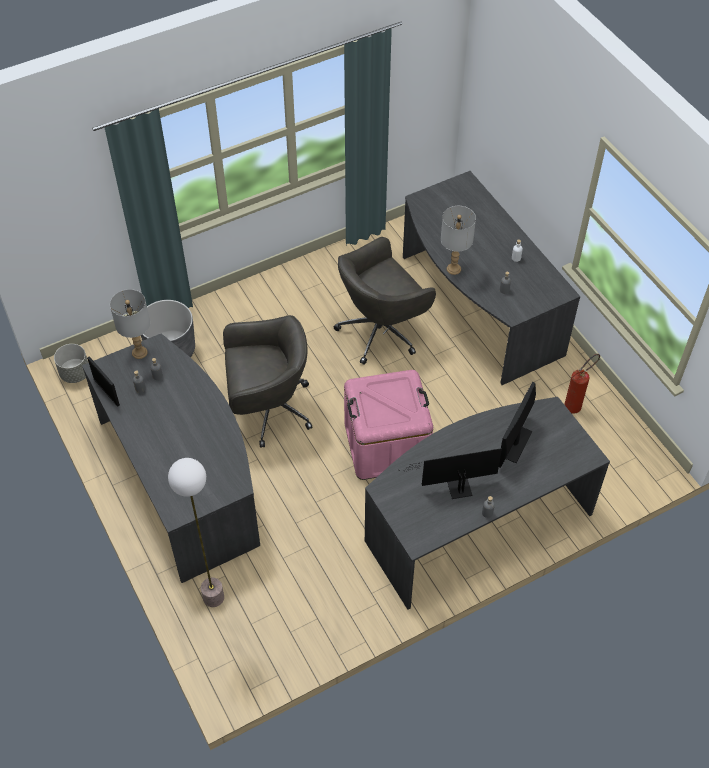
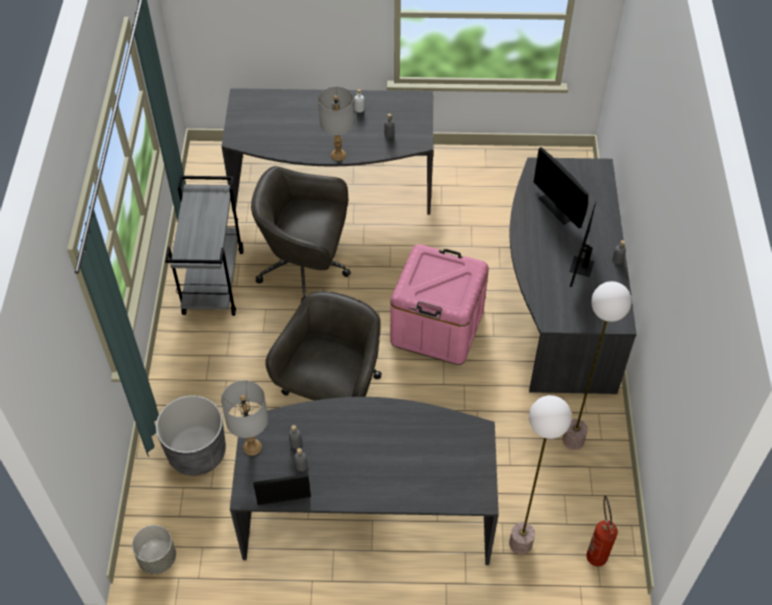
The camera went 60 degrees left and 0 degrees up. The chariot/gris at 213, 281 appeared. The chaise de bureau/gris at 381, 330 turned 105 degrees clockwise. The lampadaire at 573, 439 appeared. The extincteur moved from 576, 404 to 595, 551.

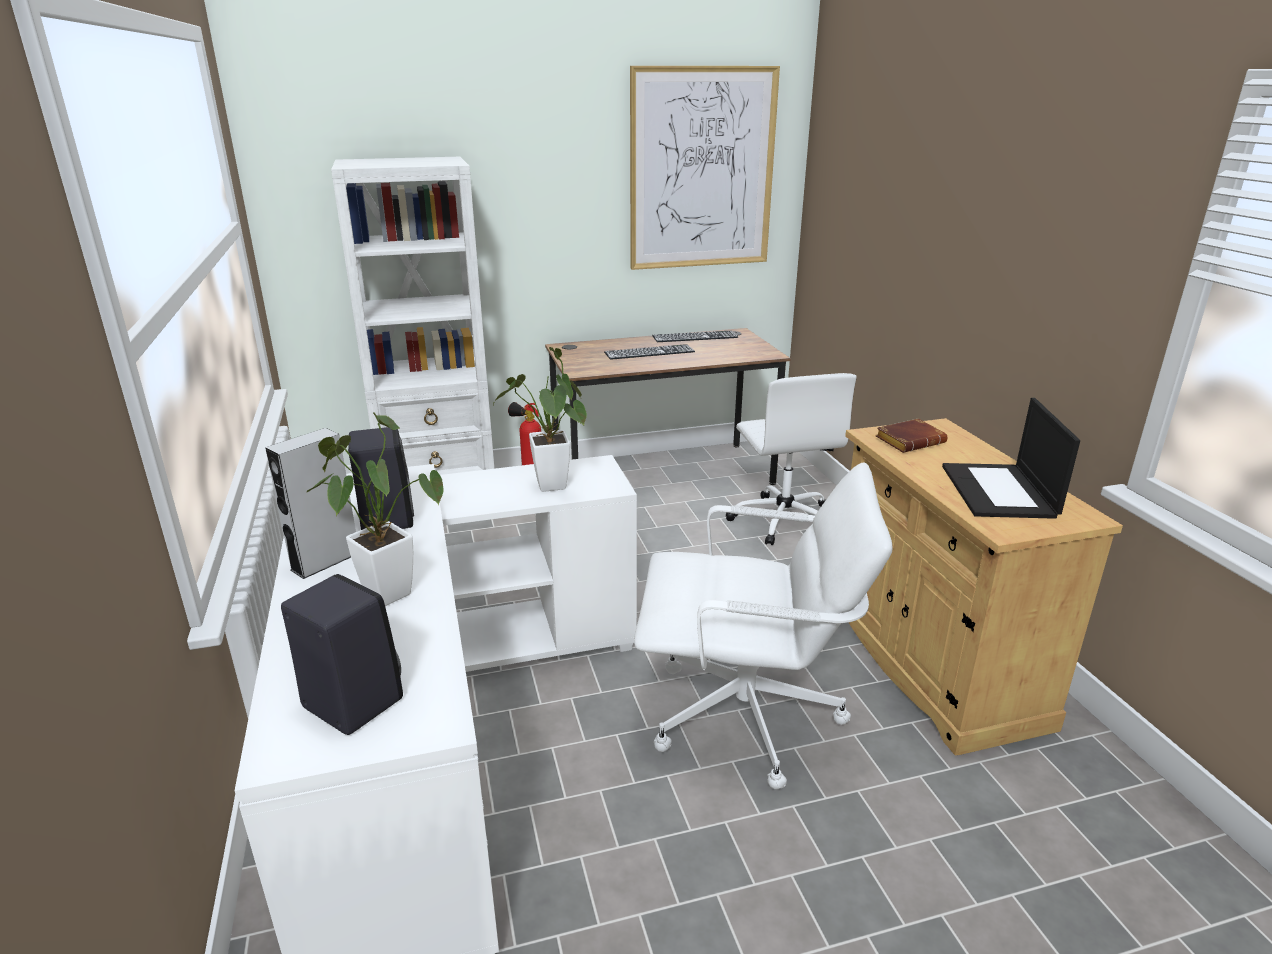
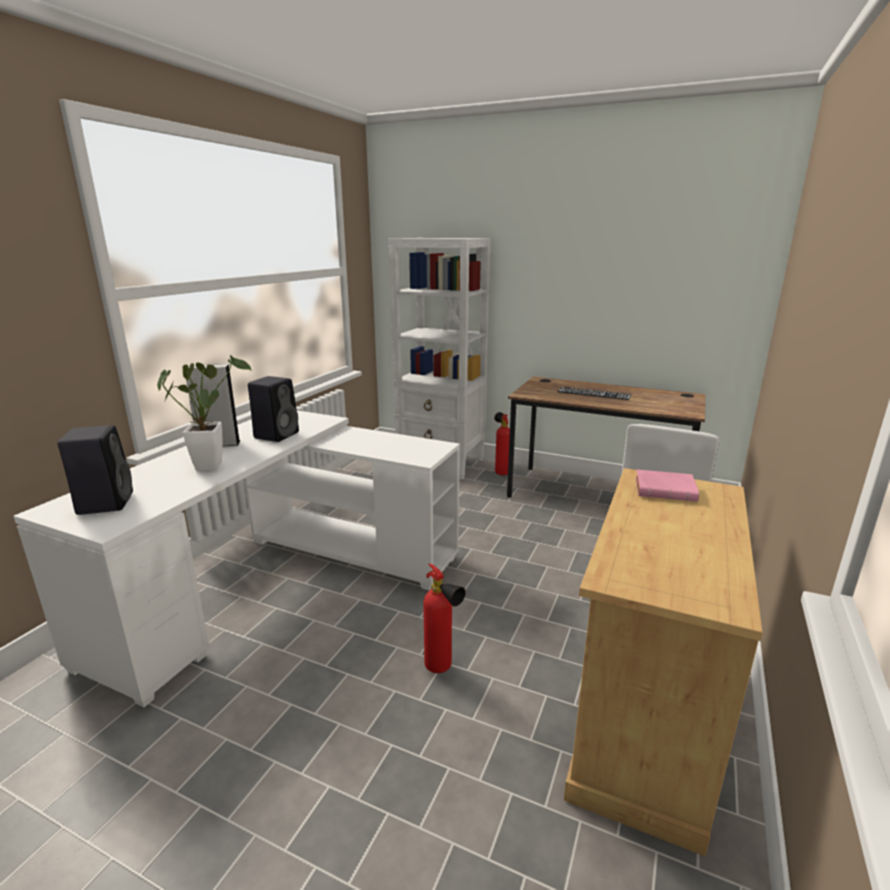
The camera went 40 degrees right and 5 degrees down. The chaise de bureau/blanc at 747, 717 was replaced by the extincteur at 442, 670. The livre/marron at 910, 440 became the livre/rose at 666, 491. The plante en pot at 552, 489 disappeared. The tableau at 702, 170 disappeared. The clavier at 695, 337 disappeared. The ordinateur portable at 1000, 492 disappeared.

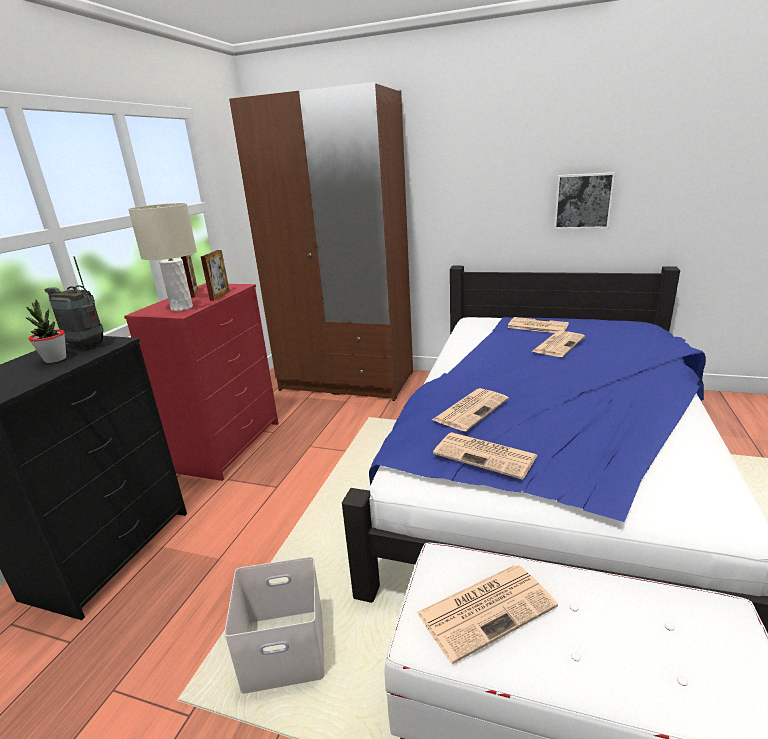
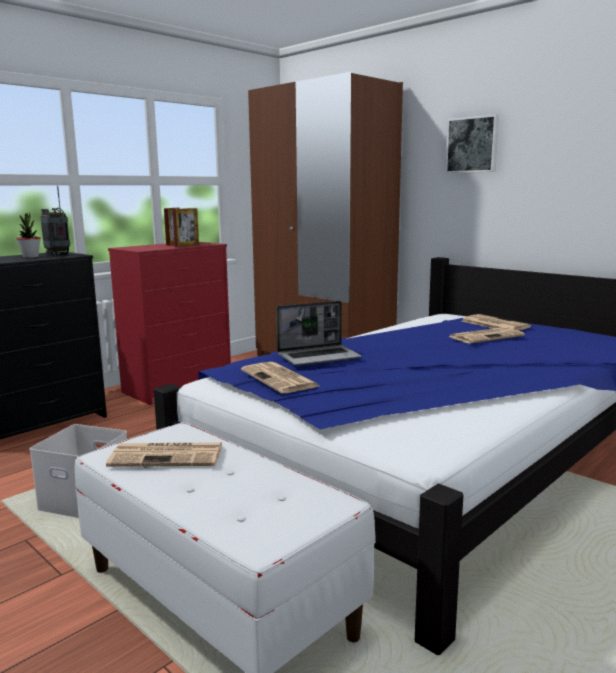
The camera went 25 degrees right and 10 degrees down. The journal at 471, 409 was replaced by the ordinateur portable at 319, 357. The tableau moved from 583, 201 to 472, 145. The lampe de table/beige at 181, 308 disappeared.

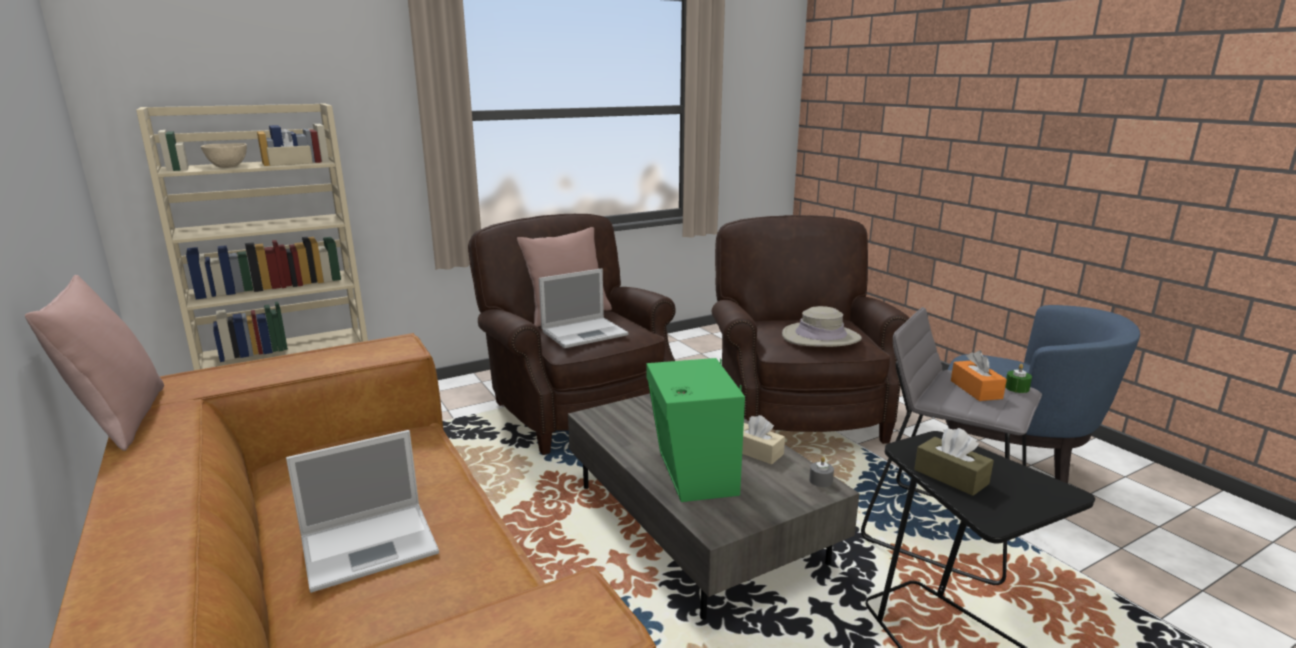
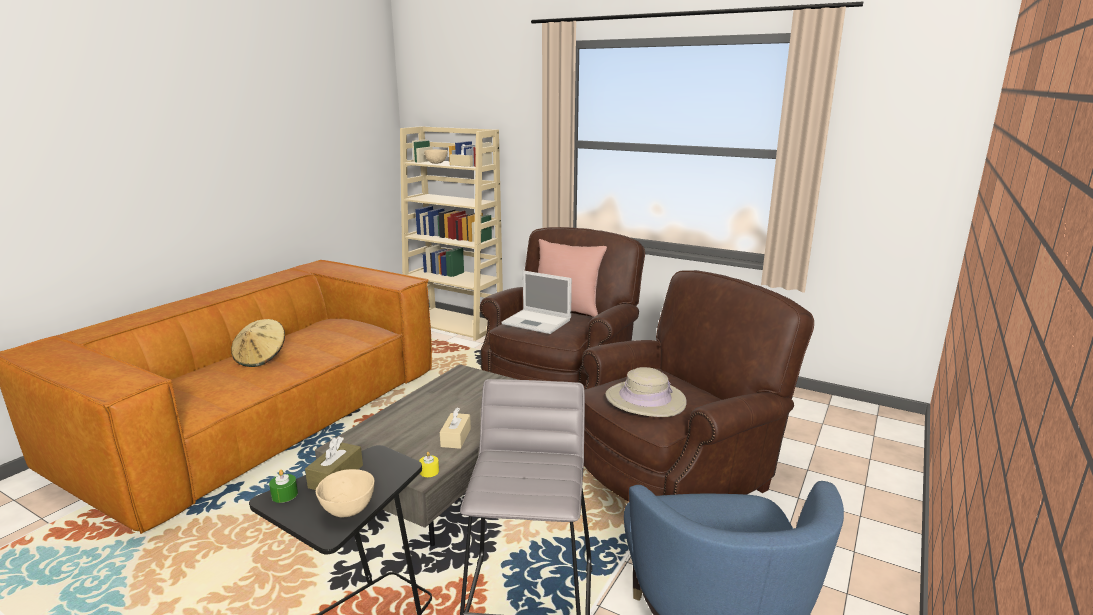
The camera went 60 degrees right and 0 degrees up. The ordinateur portable at 372, 544 was replaced by the chapeau/beige at 261, 358. The bougie/vert moved from 1017, 388 to 284, 495. The bol/beige at 348, 511 appeared. The bougie/gris at 820, 480 became the bougie/jaune at 429, 471. The coussin/rose at 120, 421 disappeared. The enceinte/vert at 693, 474 disappeared. The boîte à mouchoirs/orange at 976, 389 disappeared.

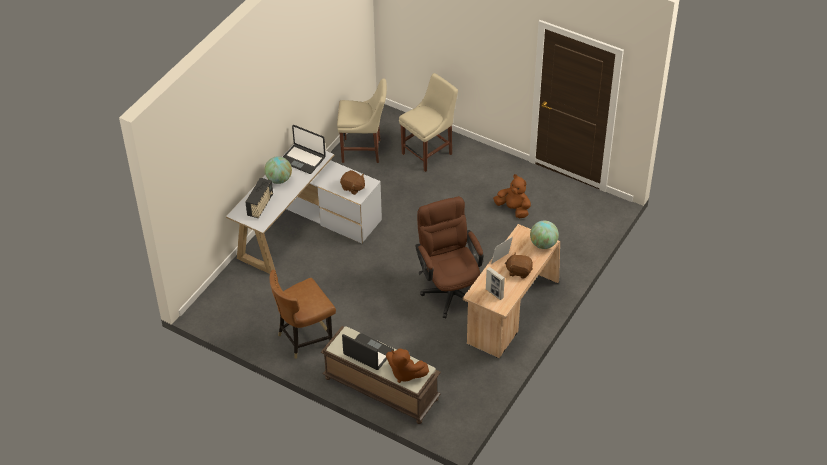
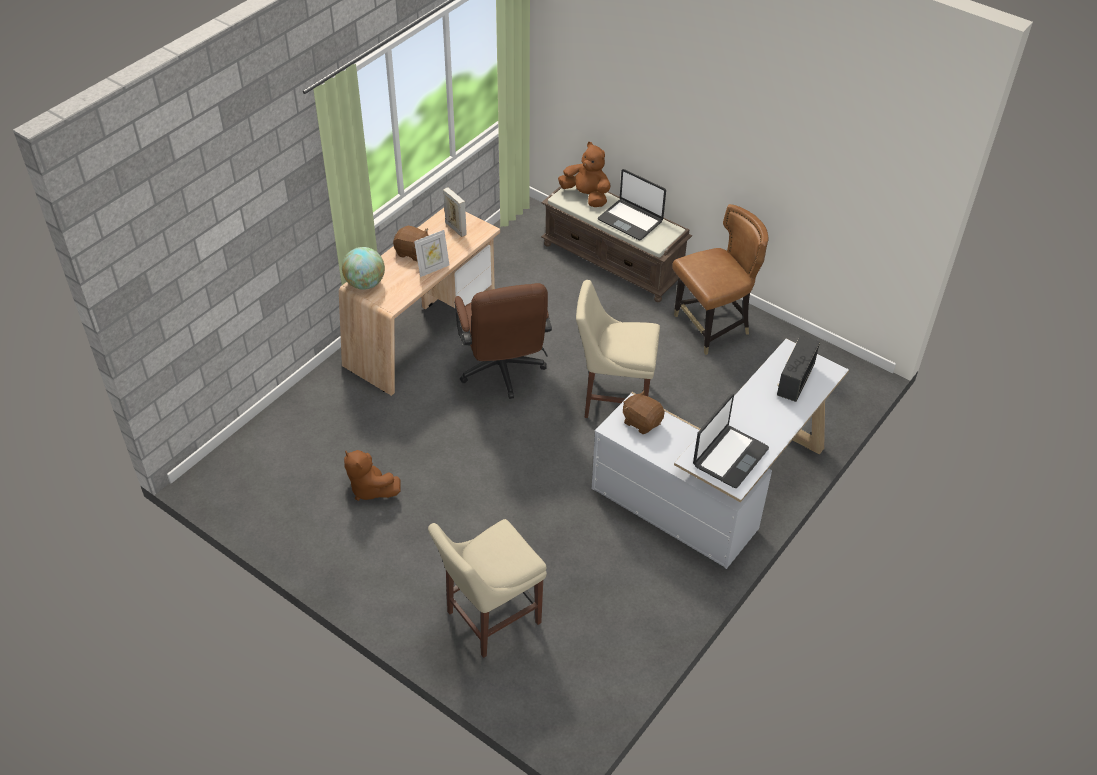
The camera went 175 degrees left and 0 degrees up. The chaise/beige moved from 363, 151 to 613, 399. The ordinateur portable at 303, 159 turned 90 degrees clockwise. The globe at 279, 179 disappeared.

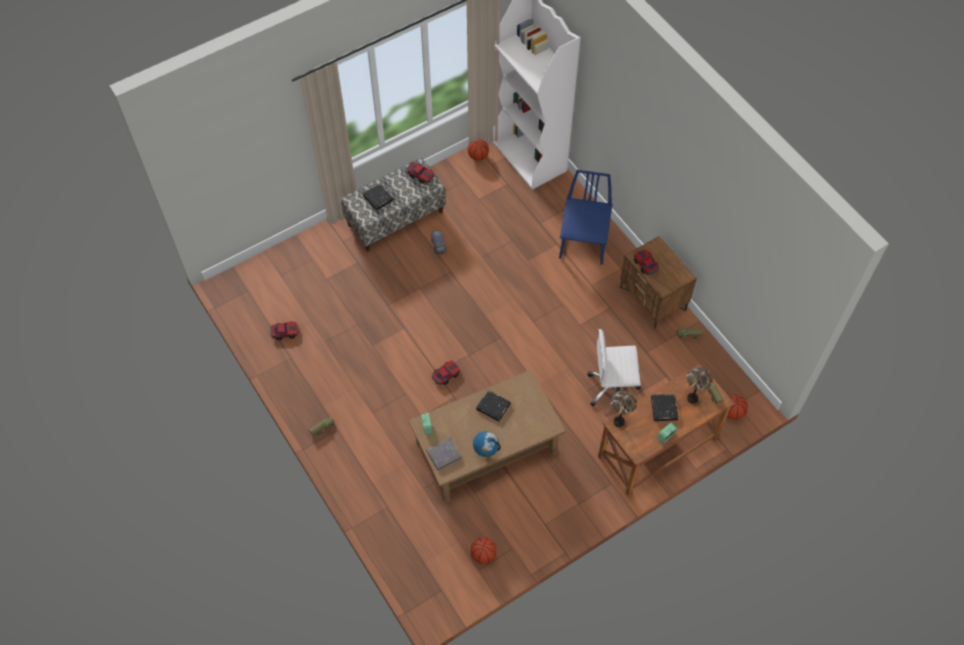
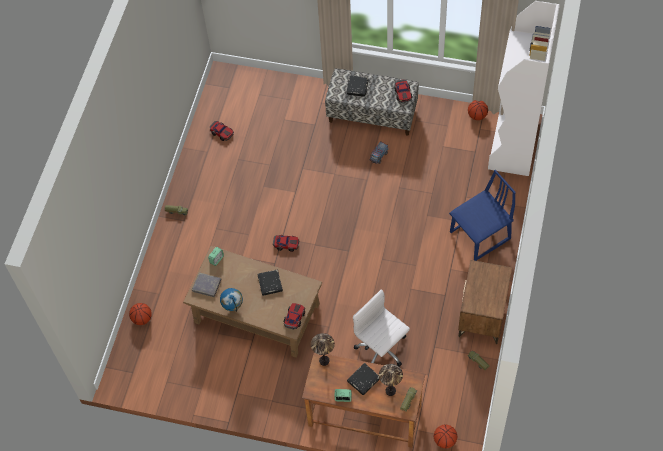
The camera went 50 degrees right and 0 degrees up. The ballon de basket moved from 483, 555 to 142, 319. The petite voiture moved from 645, 264 to 294, 318.

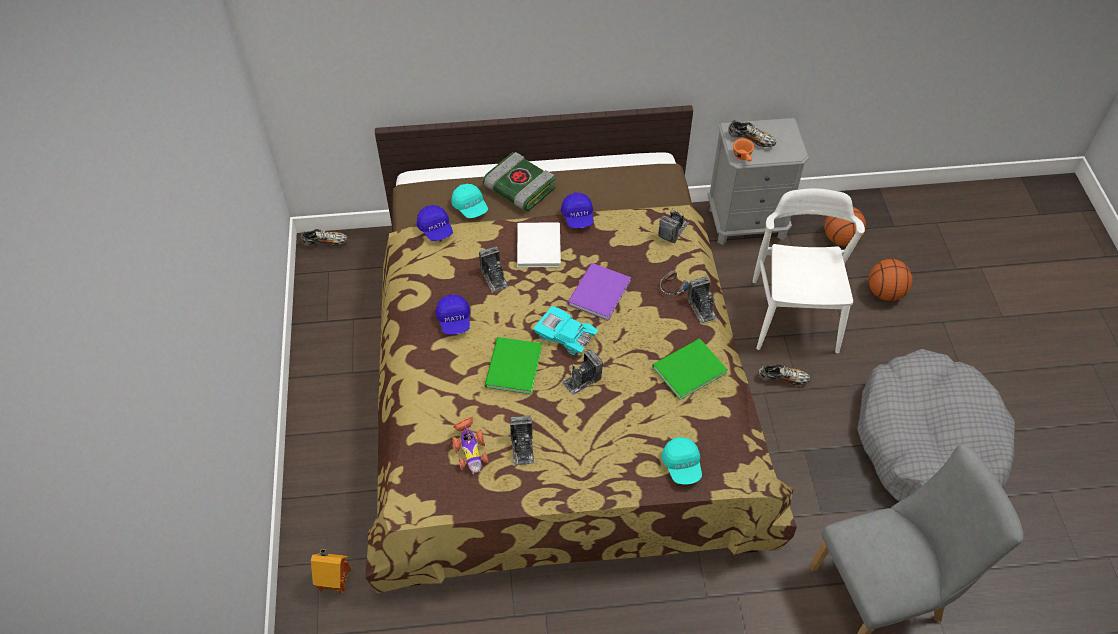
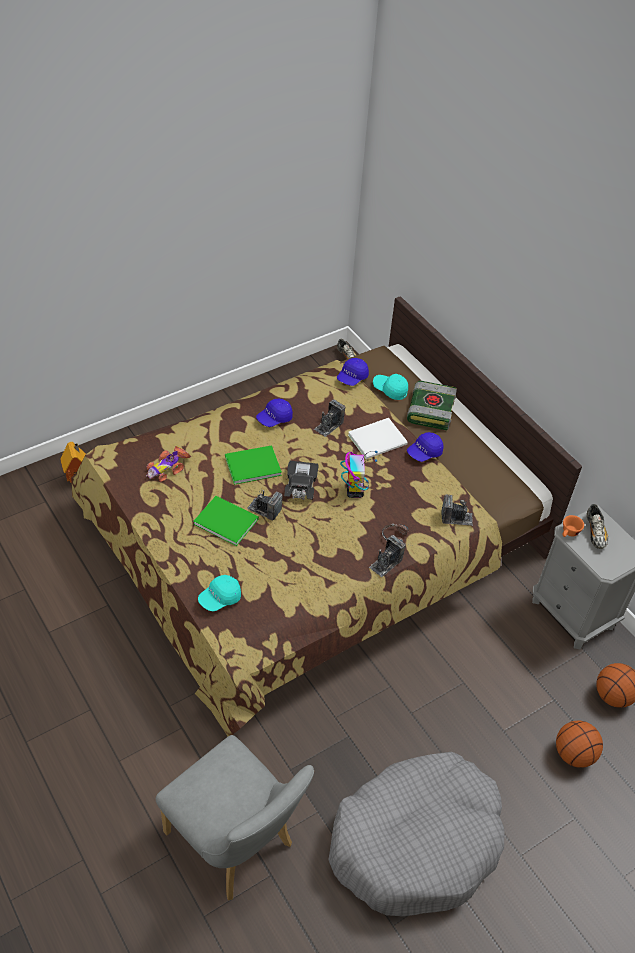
The camera went 60 degrees right and 5 degrees down. The livre/vert moved from 686, 369 to 225, 520. The petite voiture/turquoise at 565, 335 became the petite voiture/noir at 300, 485. The livre/violet at 597, 293 was replaced by the robot jouet at 354, 490. The casquette/turquoise at 470, 207 turned 90 degrees clockwise. The appareil photo at 522, 448 disappeared. The chaise/blanc at 794, 315 disappeared. The chaussure at 783, 379 disappeared.

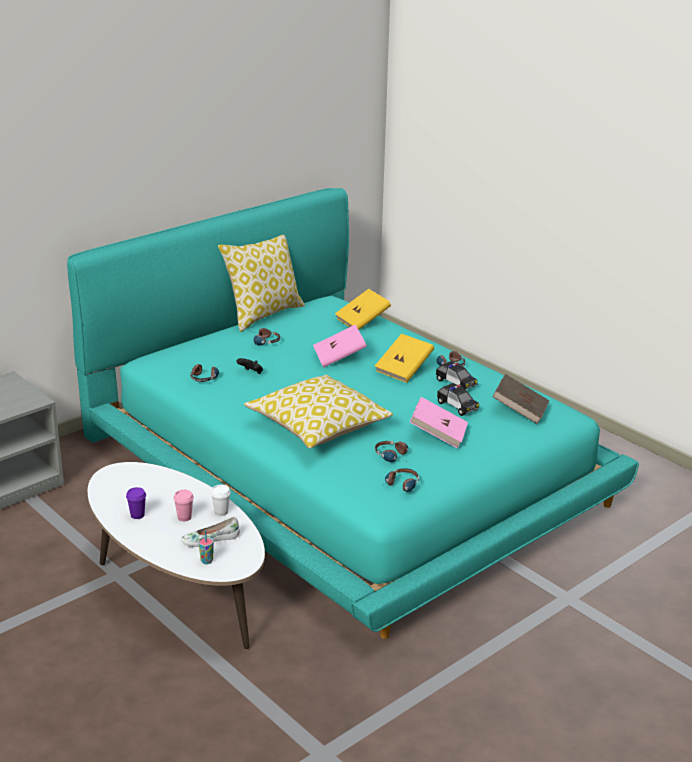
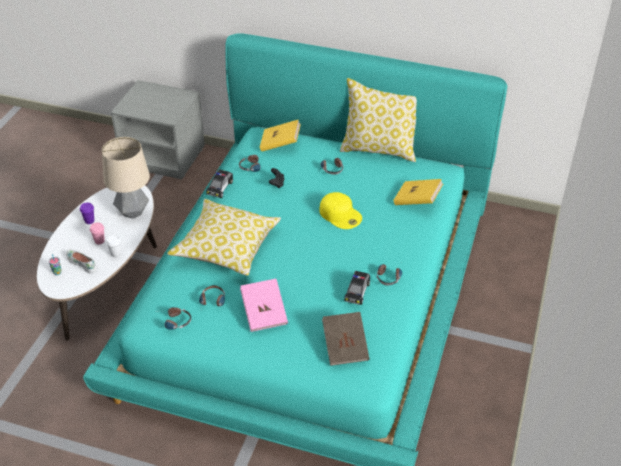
The camera went 60 degrees right and 15 degrees up. The lampe de table at 132, 212 appeared. The petite voiture moved from 457, 406 to 220, 188. The livre/jaune moved from 404, 370 to 280, 144. The livre/rose at 339, 358 was replaced by the casquette/jaune at 341, 214.

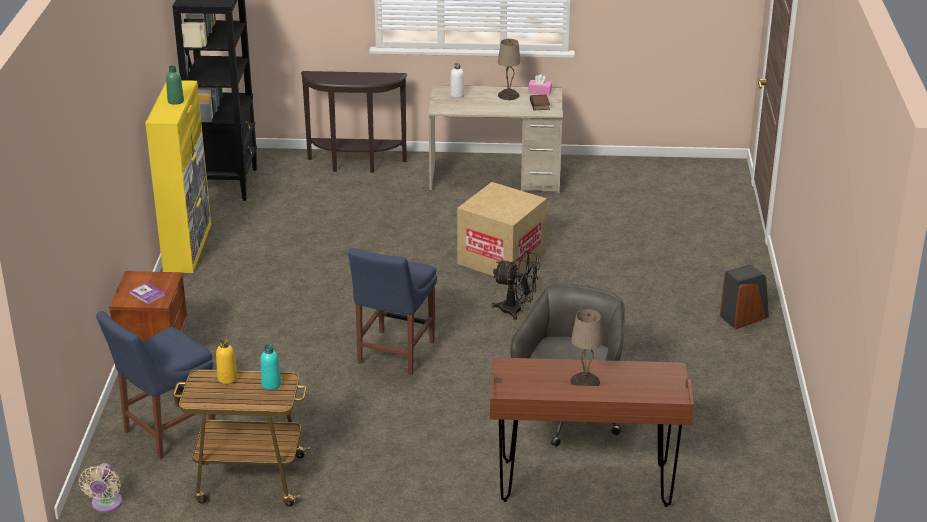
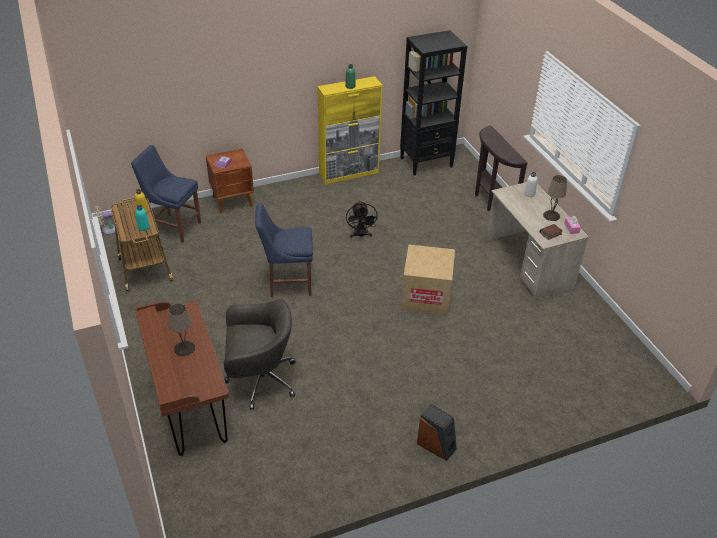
The camera went 65 degrees right and 10 degrees up. The ventilateur/noir moved from 516, 310 to 360, 235.

